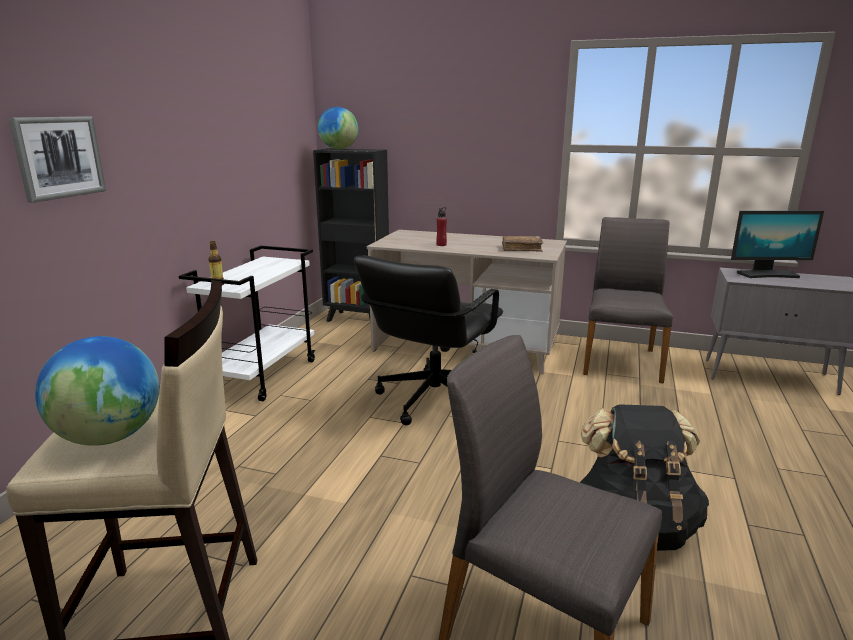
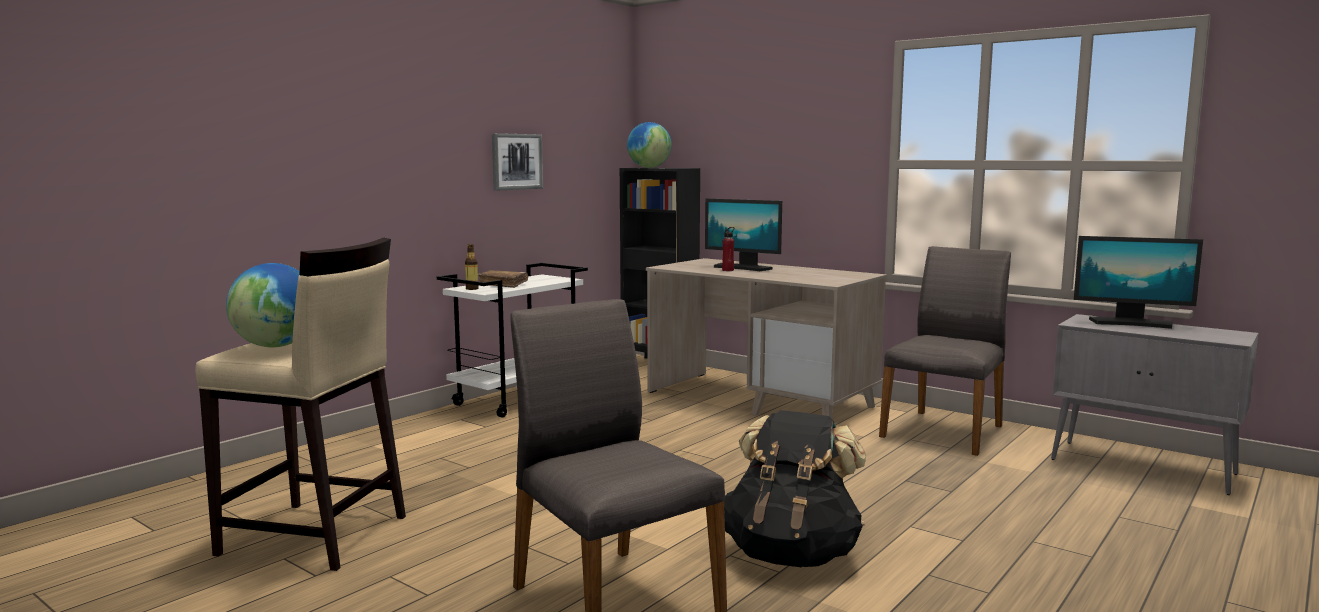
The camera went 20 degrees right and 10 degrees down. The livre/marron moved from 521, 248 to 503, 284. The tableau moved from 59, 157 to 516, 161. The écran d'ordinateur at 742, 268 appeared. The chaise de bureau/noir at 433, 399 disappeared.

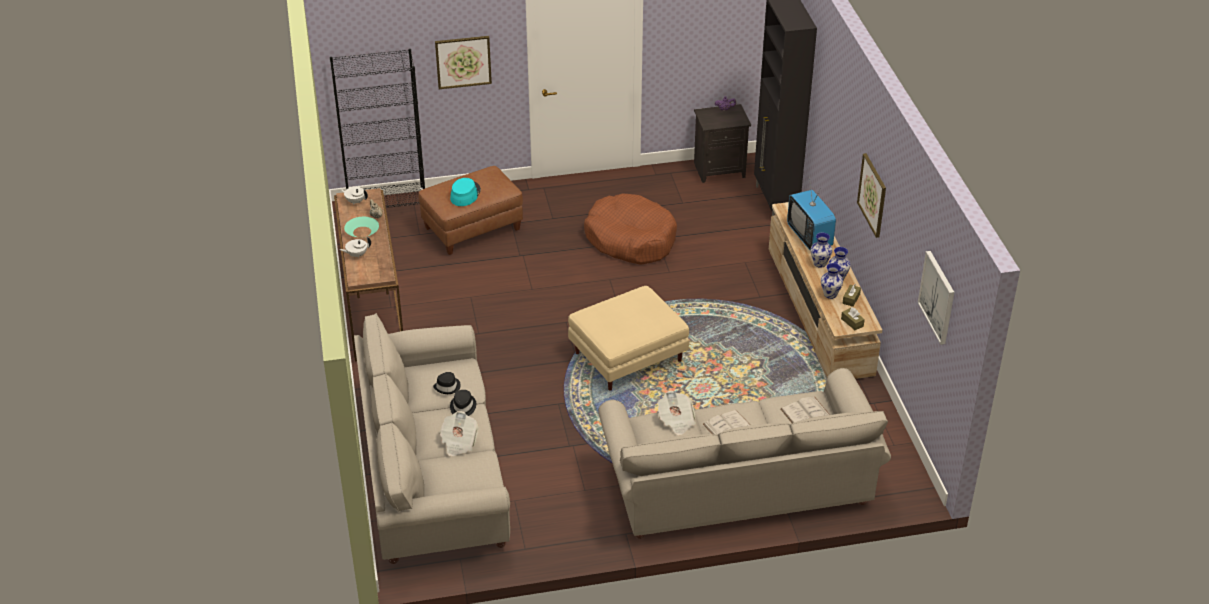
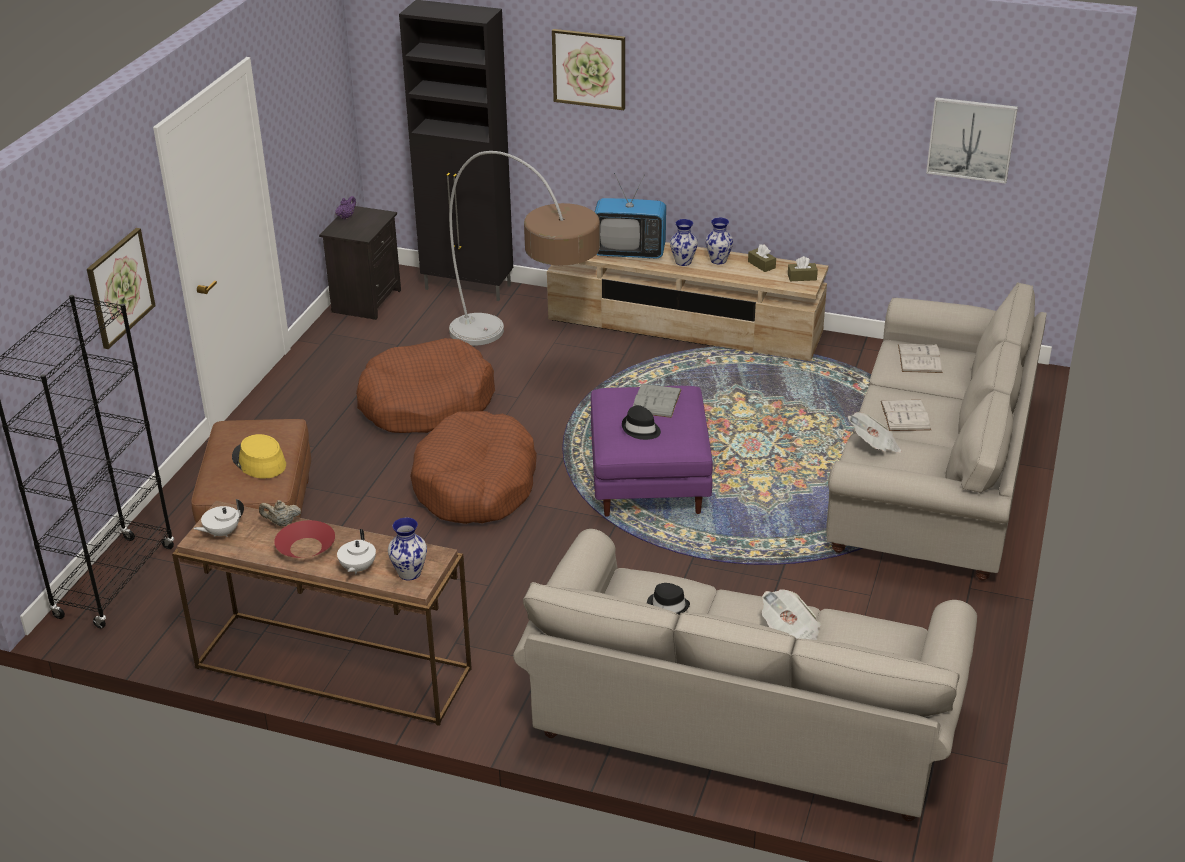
The camera went 60 degrees left and 5 degrees down. The chapeau/turquoise at 465, 194 became the chapeau/jaune at 258, 461. The bol/turquoise at 362, 231 became the bol/rouge at 306, 547. The vase moved from 830, 294 to 409, 573. The panier pour chien/marron at 476, 485 appeared. The lampadaire at 527, 359 appeared. The tableau moved from 872, 195 to 589, 69. The pouf/beige at 627, 358 became the pouf/violet at 650, 480. The chapeau/noir moved from 462, 407 to 641, 429. The livre/gris at 656, 401 appeared.

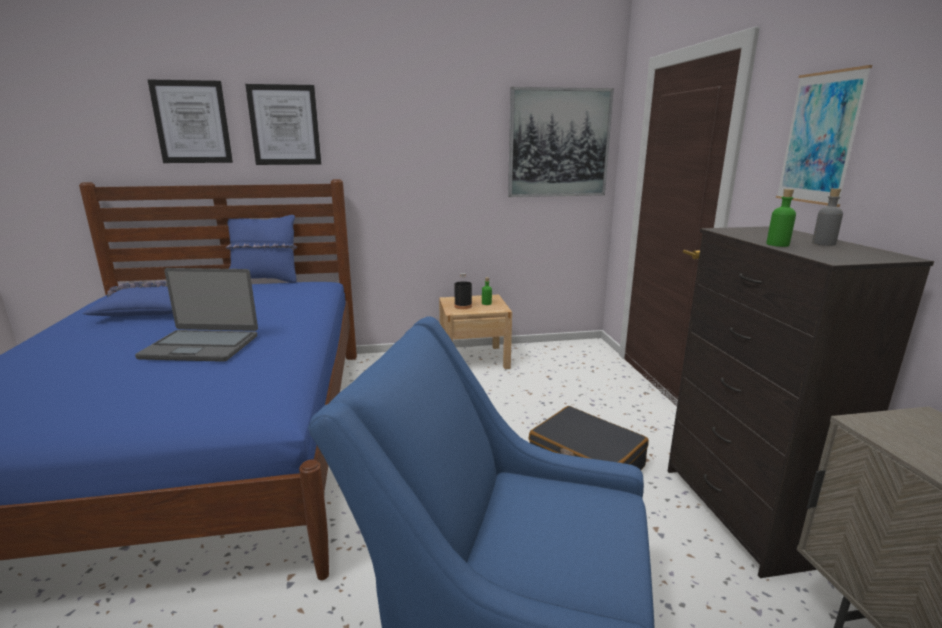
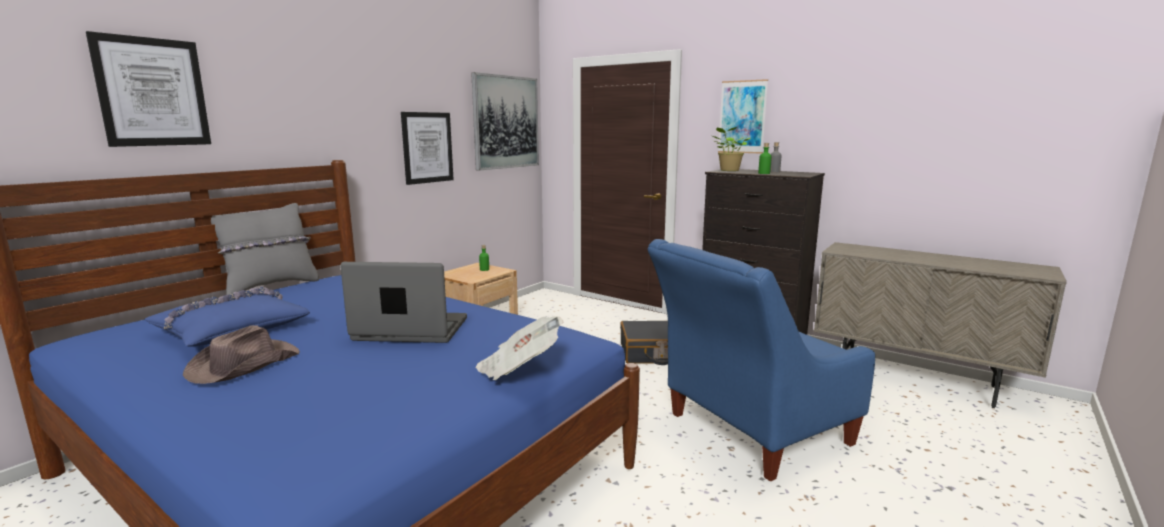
The camera went 45 degrees left and 5 degrees down. The chapeau/marron at 243, 365 appeared. The coussin/bleu at 265, 280 became the coussin/gris at 271, 286. The ordinateur portable at 201, 346 turned 135 degrees counterclockwise. The tableau moved from 285, 125 to 427, 147. The journal at 519, 368 appeared. The plante en pot at 728, 170 appeared. The bouteille/noir at 463, 306 disappeared.

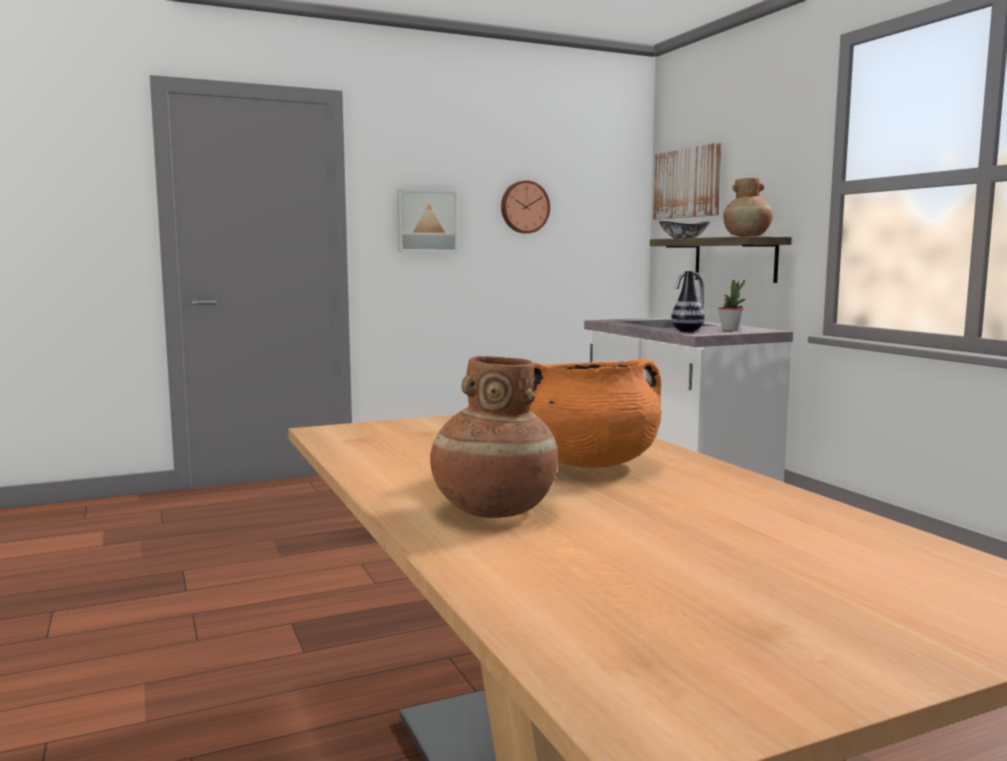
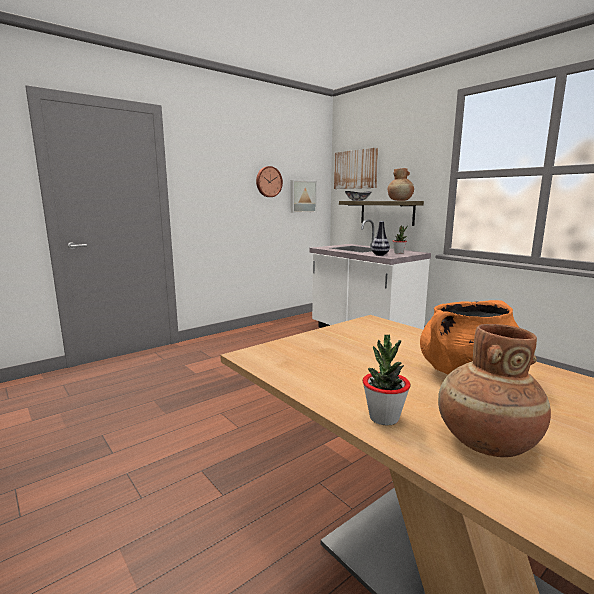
The camera went 15 degrees left and 5 degrees up. The tableau moved from 426, 221 to 302, 196. The plante en pot at 384, 418 appeared.

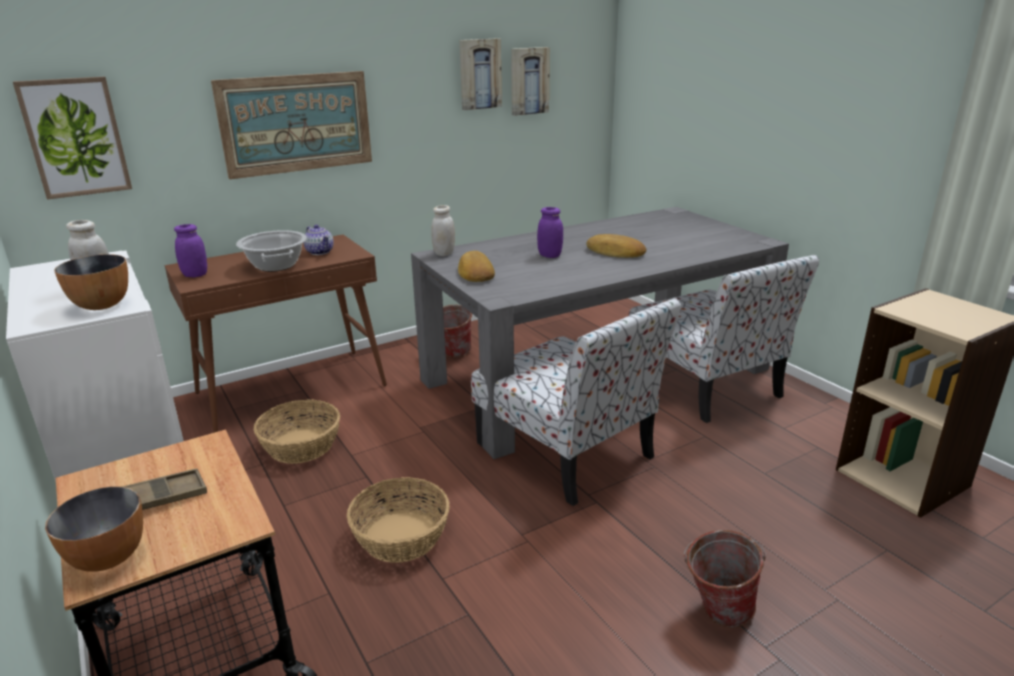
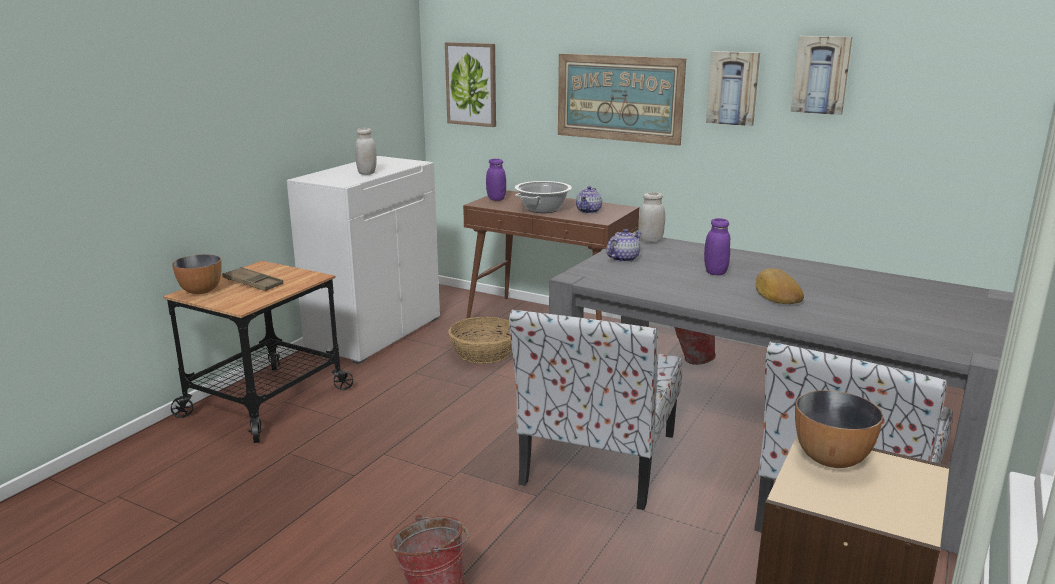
The camera went 60 degrees right and 5 degrees down. The pain at 475, 273 was replaced by the théière at 623, 258. The tableau moved from 528, 81 to 733, 88. The bol moved from 102, 305 to 832, 459. The panier at 400, 536 disappeared.

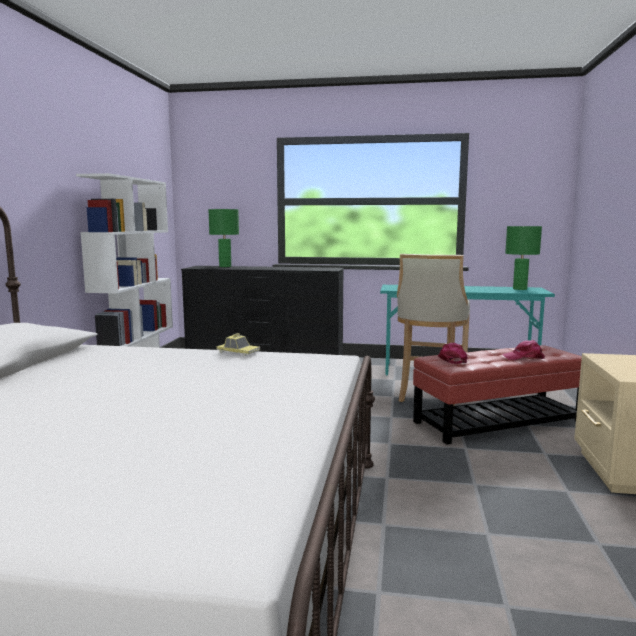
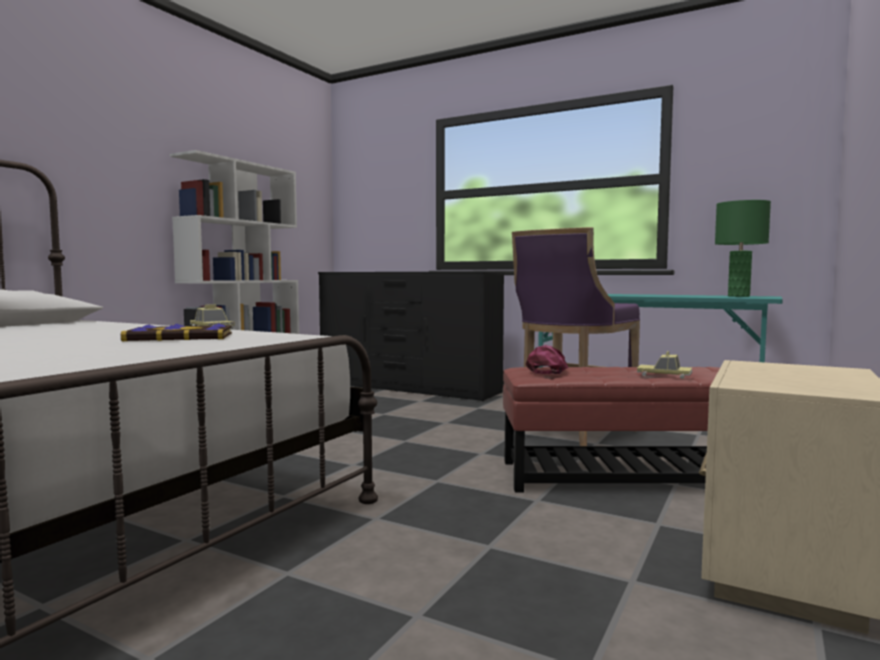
The camera went 20 degrees right and 5 degrees down. The livre at 180, 337 appeared. The tabouret/beige at 429, 394 became the tabouret/violet at 570, 434. The casquette/rose at 524, 357 was replaced by the petite voiture at 664, 375. The lampe de table/vert at 225, 266 disappeared.

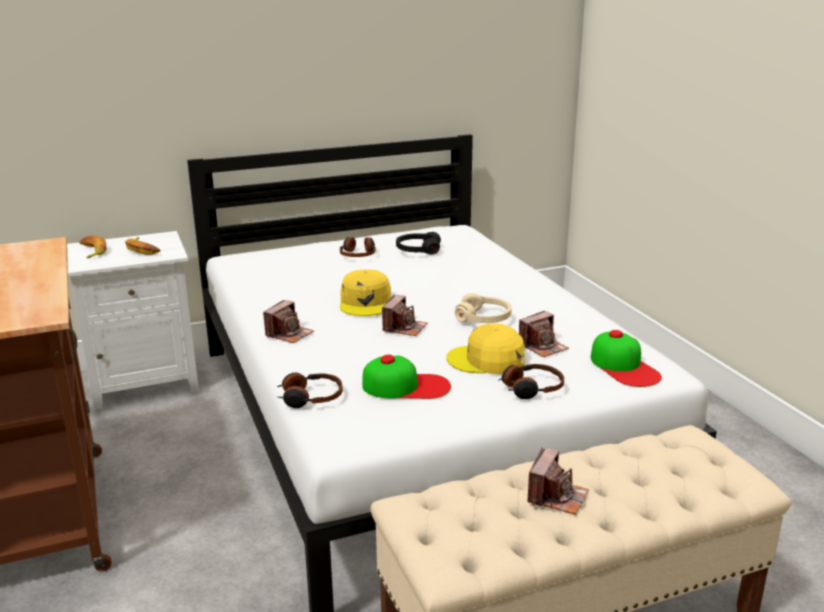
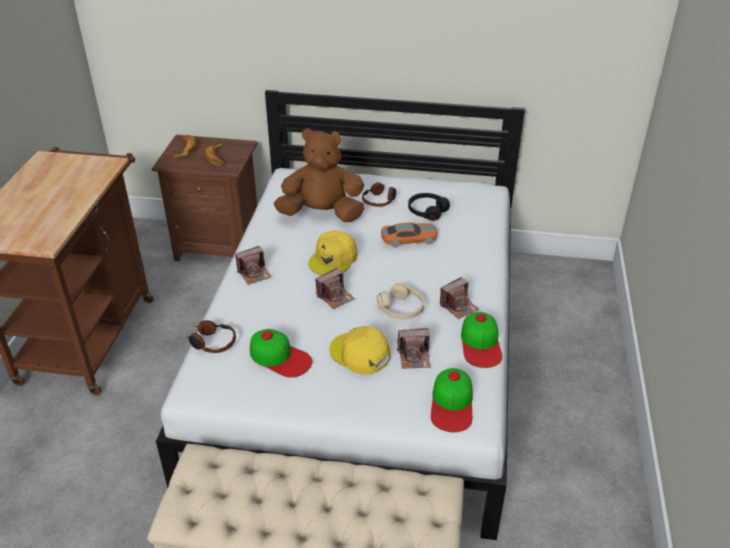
The camera went 30 degrees right and 15 degrees up. The table de chevet/blanc at 144, 381 became the table de chevet/marron at 219, 246. The peluche/marron at 322, 214 appeared. The petite voiture at 409, 239 appeared. The appareil photo moved from 556, 497 to 458, 306. The casquette at 481, 344 appeared. The casque audio at 531, 388 disappeared.

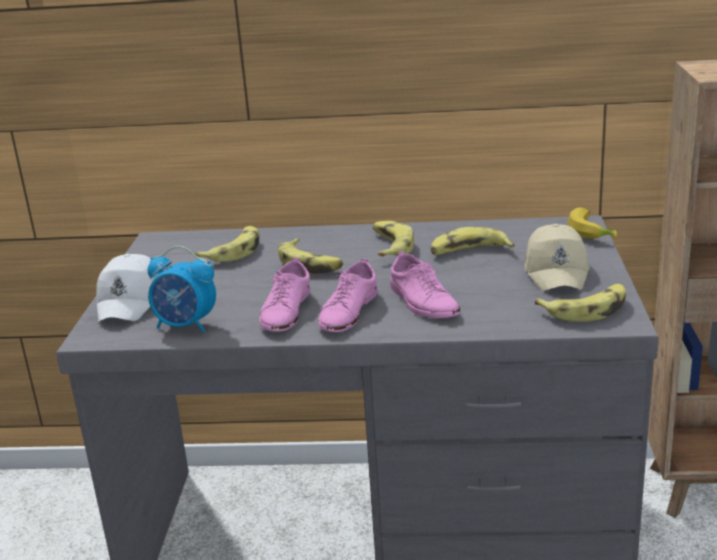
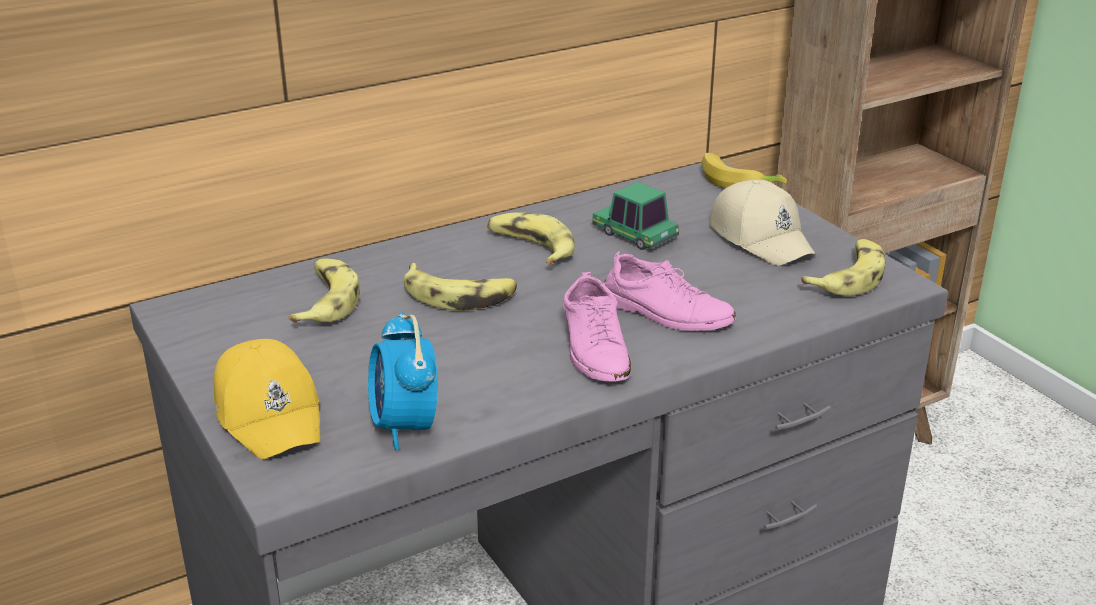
The camera went 35 degrees left and 5 degrees up. The casquette/blanc at 132, 301 became the casquette/jaune at 270, 413. The réveil at 186, 325 turned 90 degrees clockwise. The banane at 469, 252 was replaced by the petite voiture at 635, 234. The chaussure/rose at 286, 311 disappeared.

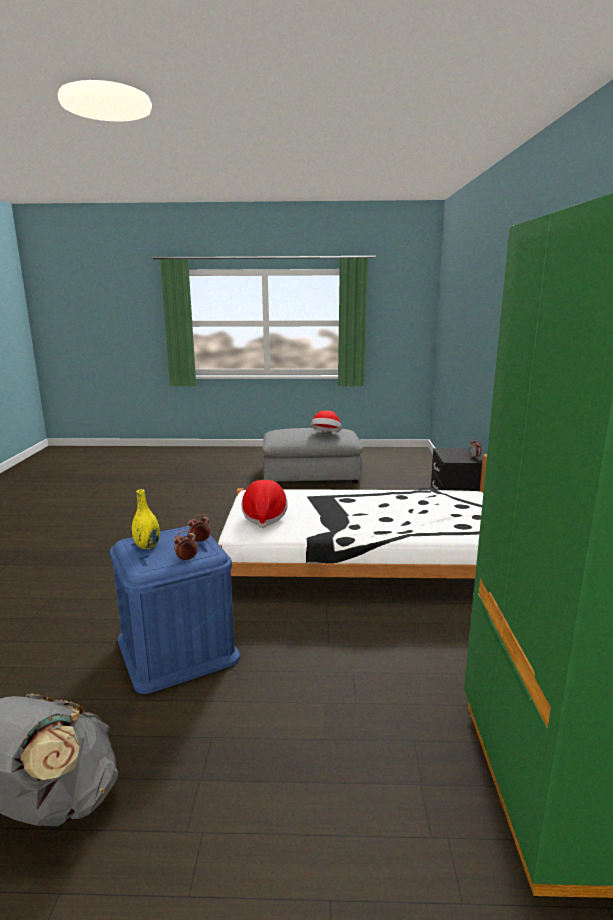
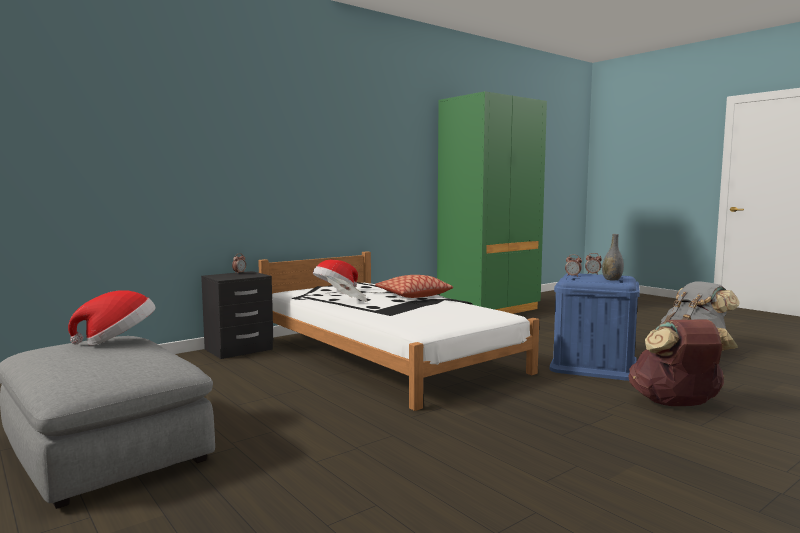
The camera went 130 degrees left and 10 degrees down. The chapeau moved from 264, 517 to 335, 290. The journal at 347, 300 appeared. The coussin at 413, 295 appeared. The vase/jaune at 147, 546 became the vase/gris at 612, 279. The sac à dos/marron at 676, 404 appeared.

